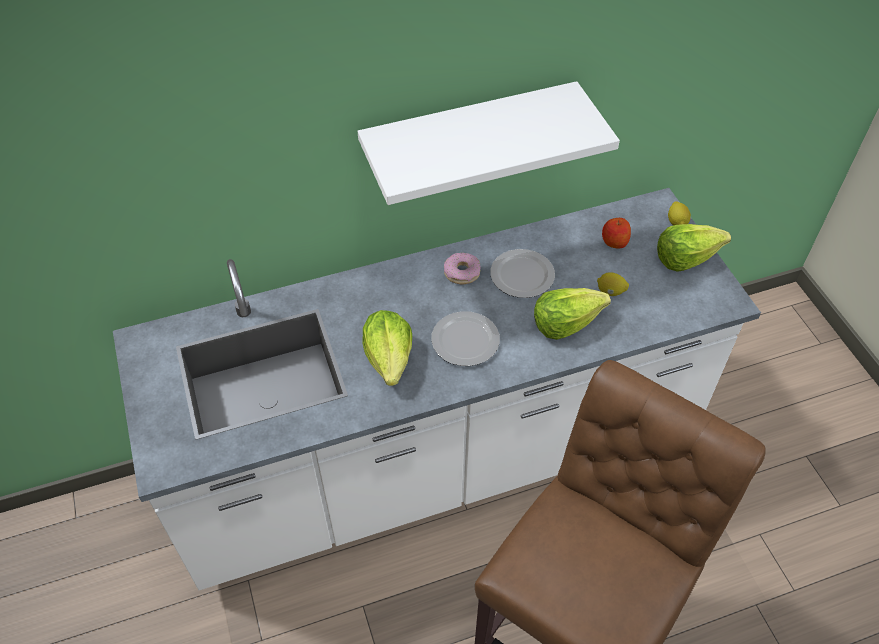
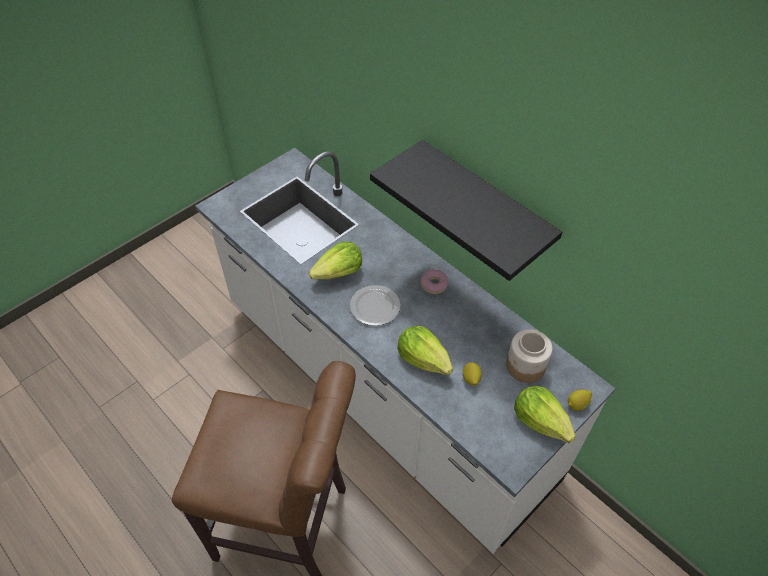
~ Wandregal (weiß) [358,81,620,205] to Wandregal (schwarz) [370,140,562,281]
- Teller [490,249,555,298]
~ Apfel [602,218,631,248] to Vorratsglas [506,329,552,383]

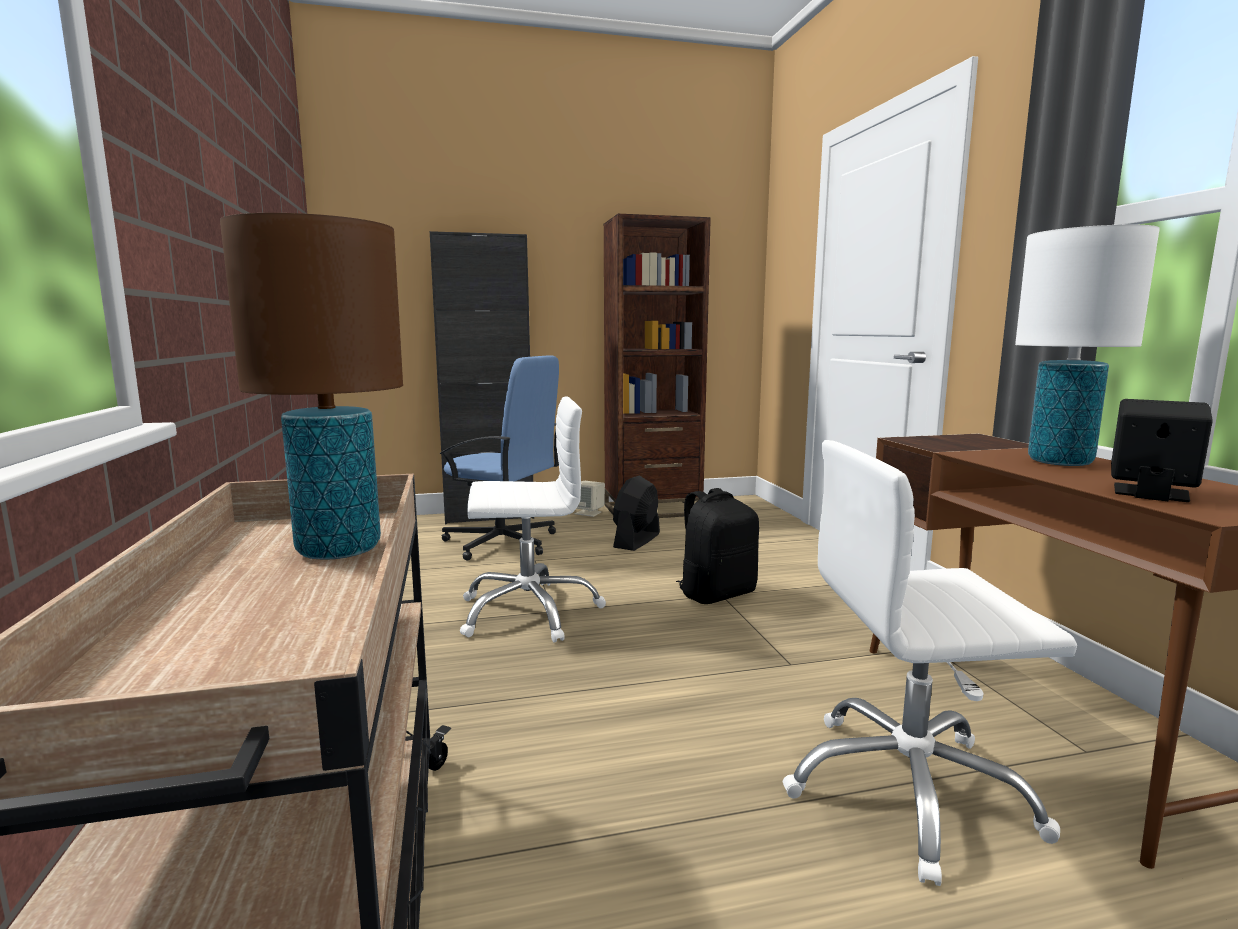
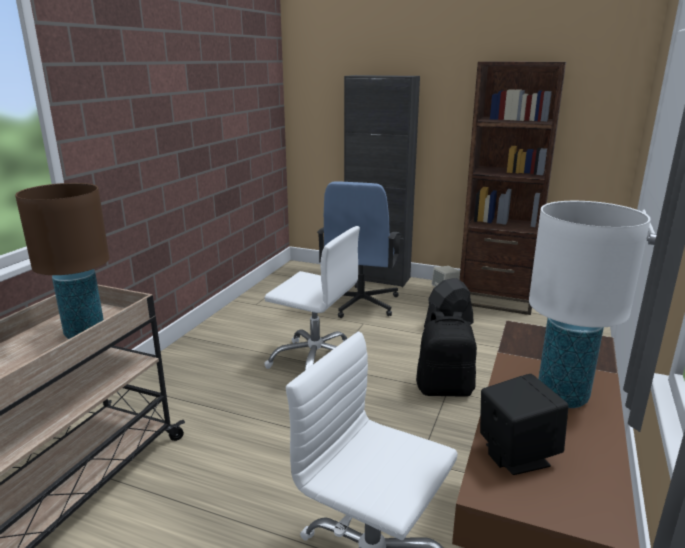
~ Bürostuhl (blau) [440,356,559,560] = [317,181,402,318] 45 degrees clockwise

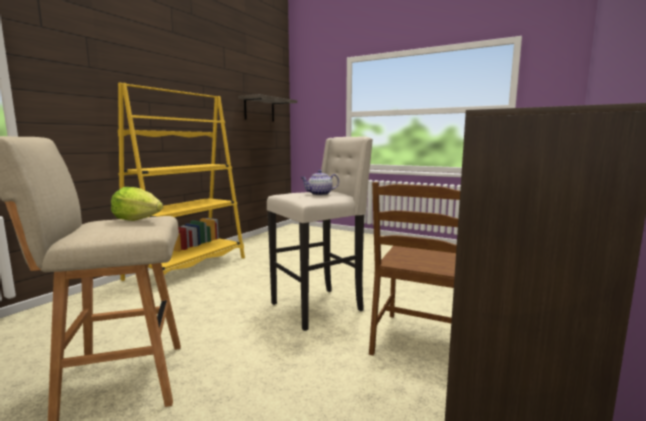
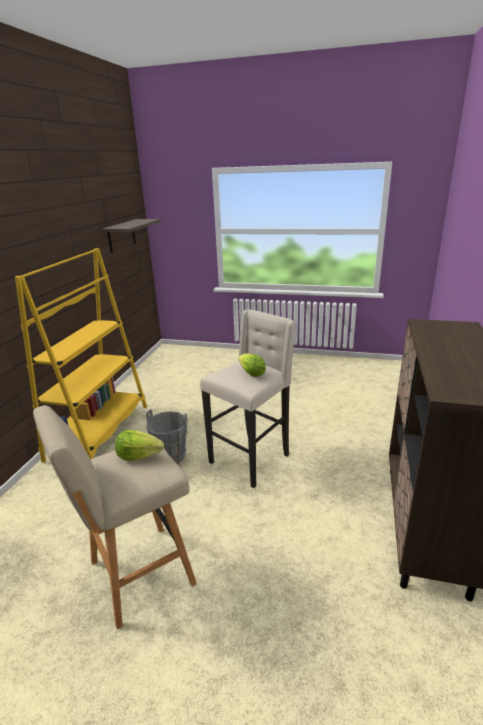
~ Teekanne [300,170,339,195] to Salatkopf [238,353,266,377]
- Stuhl (braun) [369,182,460,355]
+ Eimer (grau) [146,410,188,464]

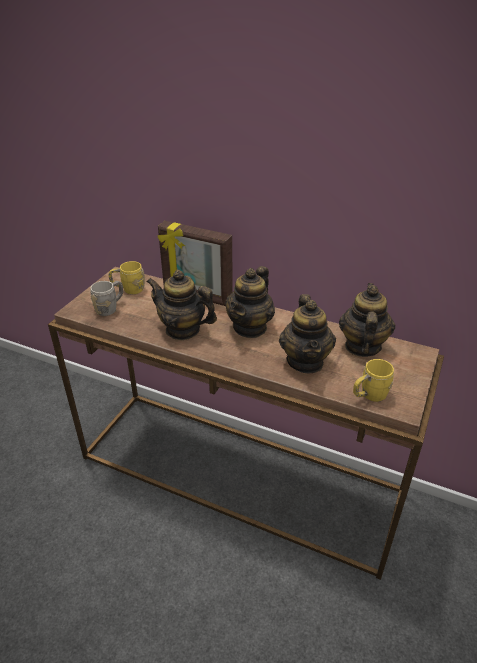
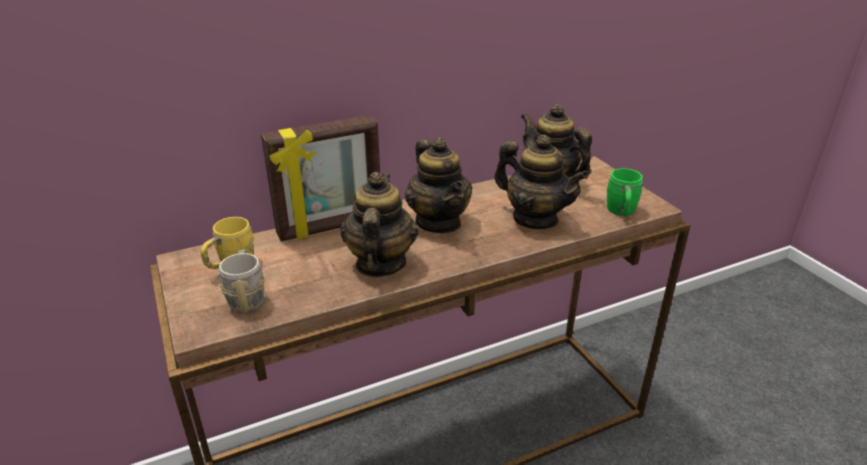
~ Teekanne [147,270,217,340] = [340,172,419,277] 120 degrees clockwise
~ Henkelbecher (gelb) [353,359,394,402] to Henkelbecher (grün) [606,168,643,216]

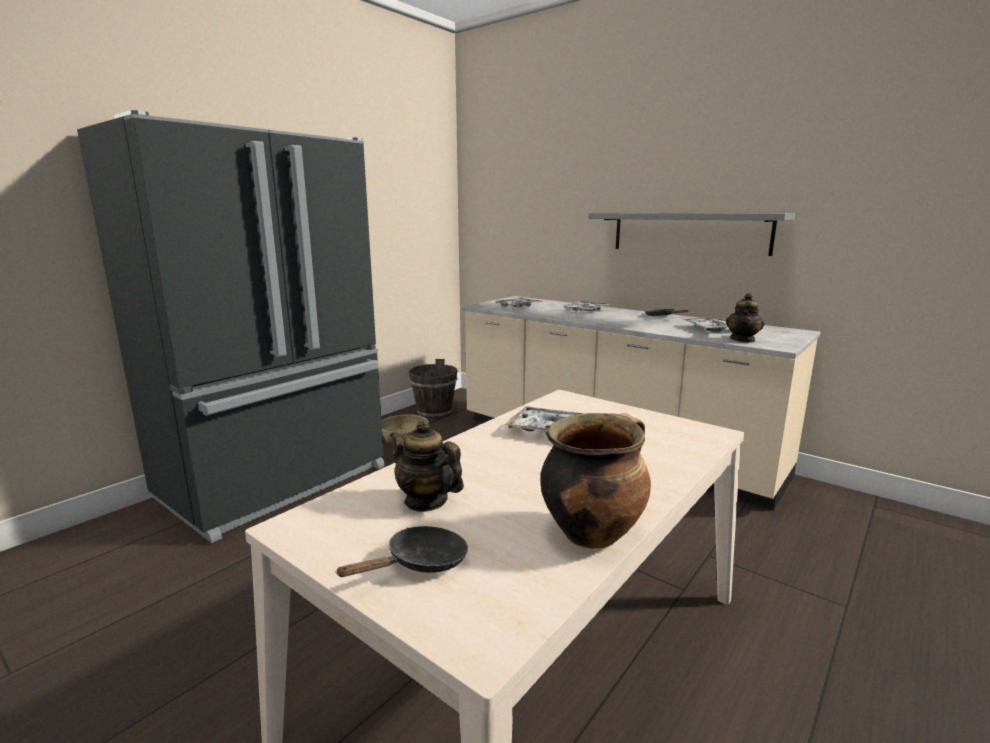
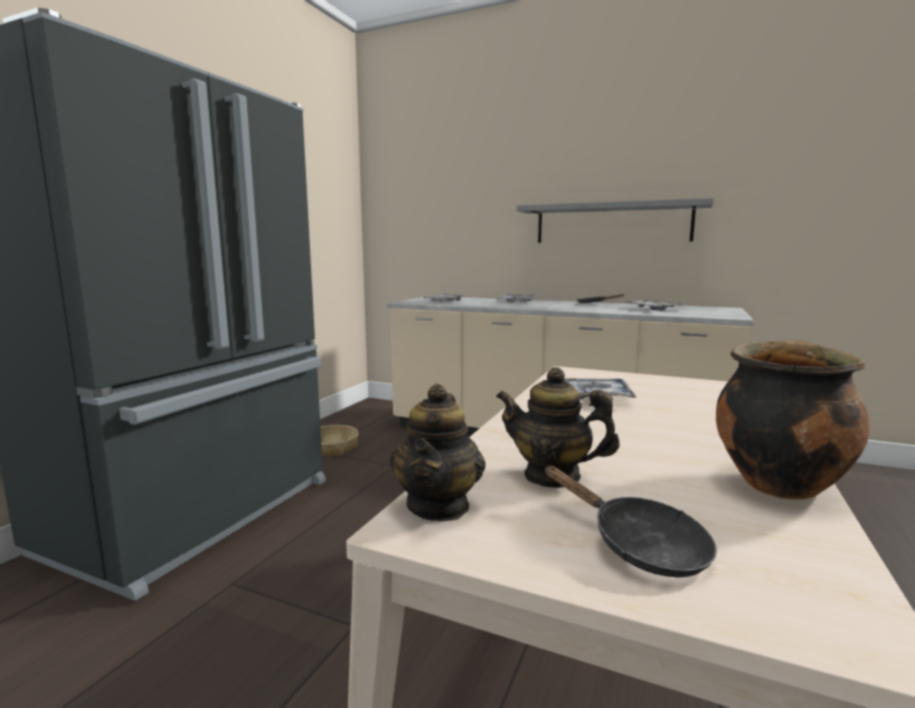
~ Pfanne (schwarz) [335,526,468,577] = [544,466,717,577] 105 degrees clockwise
- Eimer (braun) [409,359,458,419]
~ Teekanne [726,293,765,343] to [390,383,486,522]

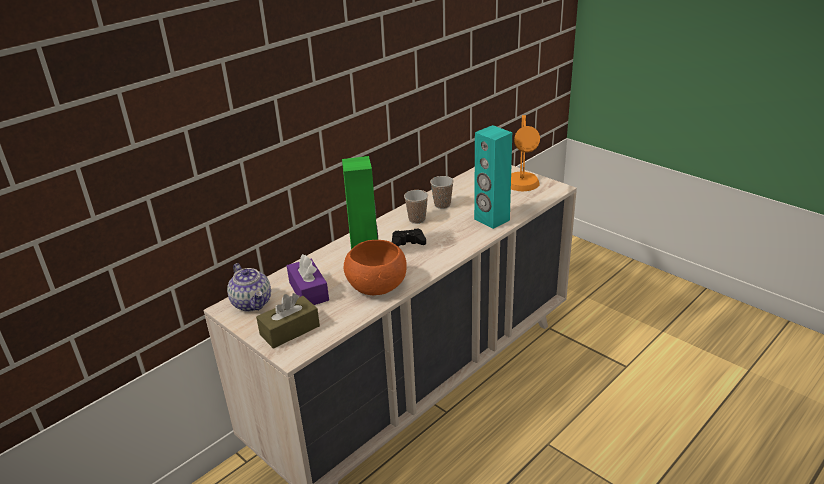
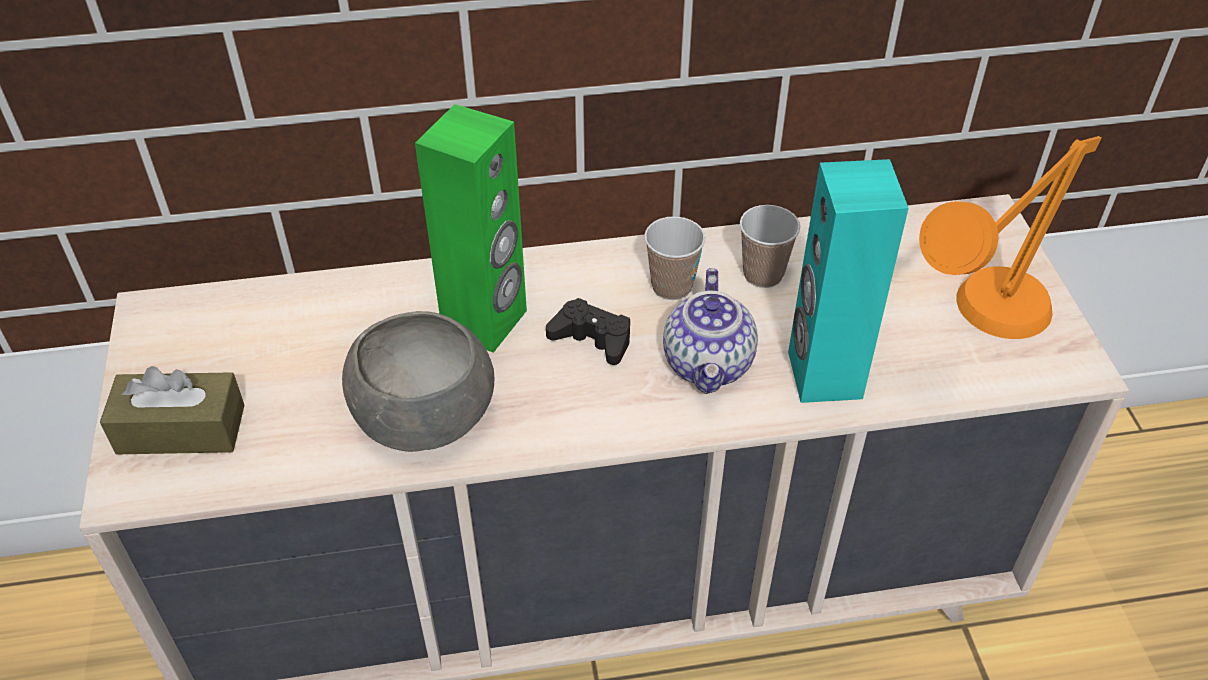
~ Teekanne [227,263,271,312] to [663,268,758,394]
- Taschentuchbox (lila) [287,254,329,305]
~ Schüssel (orange) [344,240,407,295] to Schüssel (grau) [342,311,494,452]

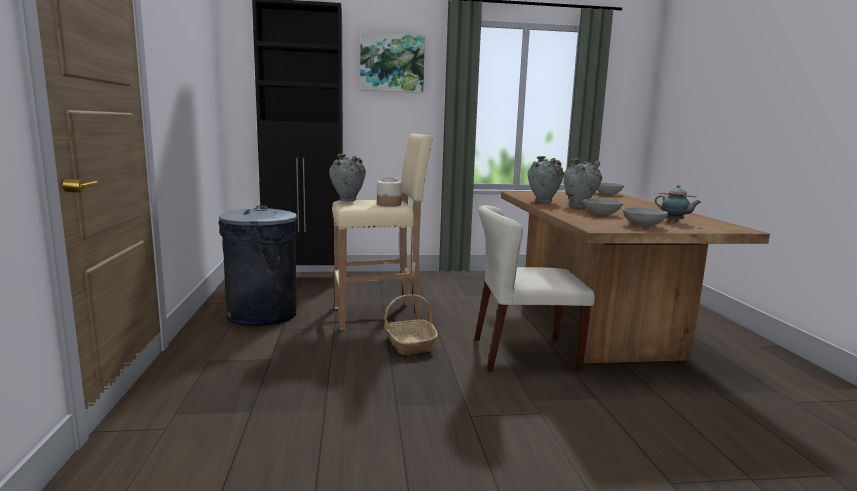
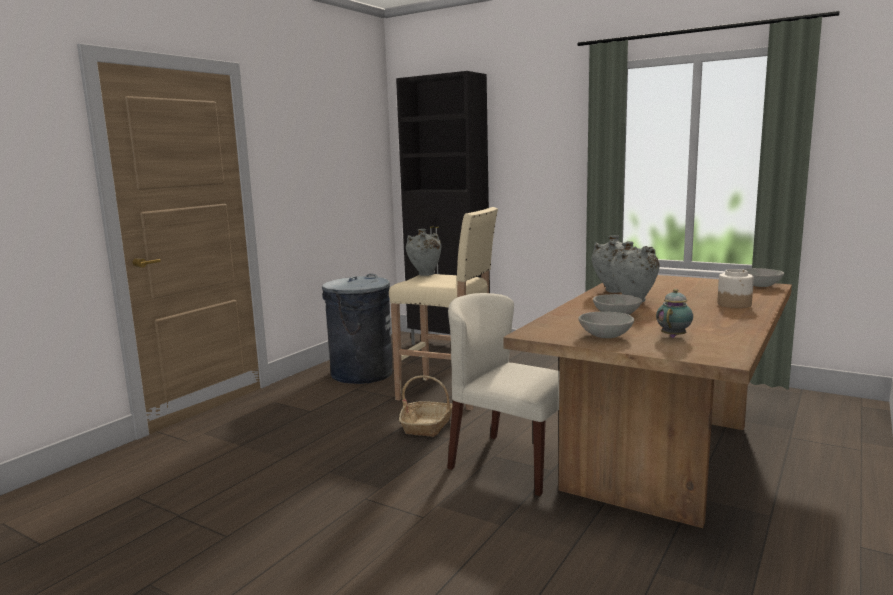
- Bild [360,32,425,93]
~ Vorratsglas [377,177,402,207] to [717,269,754,308]
~ Teekanne [655,185,702,222] = [656,289,693,338] 135 degrees counterclockwise

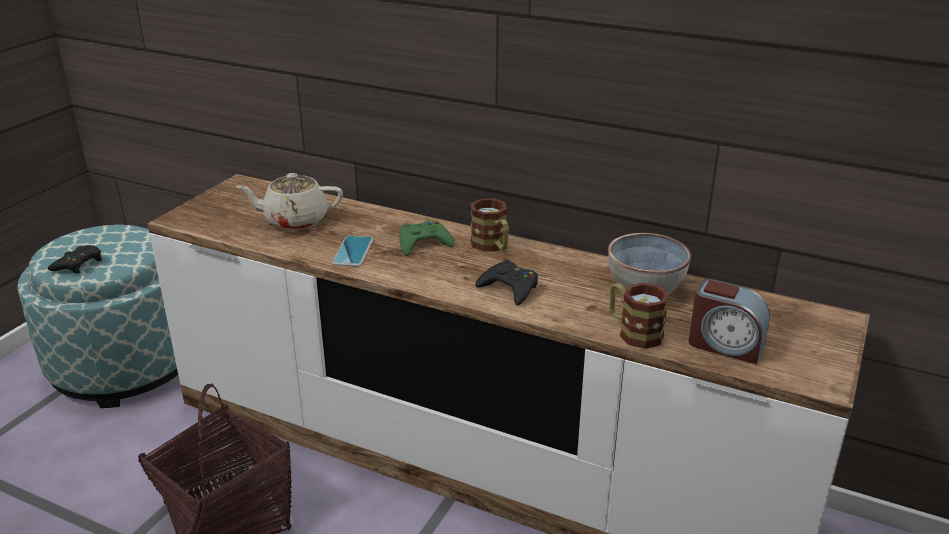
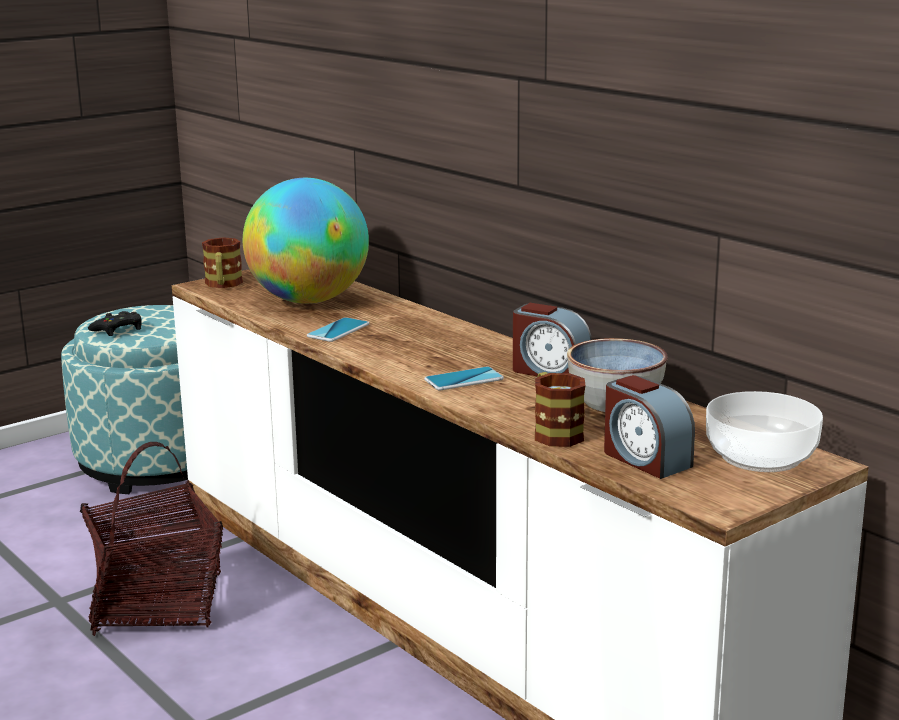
~ Teekanne (beige) [236,173,343,230] to Globus [243,178,369,304]
- Gamepad (grün) [399,220,454,256]
~ Henkelbecher [471,198,509,252] to [202,237,243,288]
~ Gamepad (schwarz) [475,259,538,305] to Handy [424,367,504,391]
+ Wecker [513,303,592,377]
+ Schüssel [706,391,823,472]

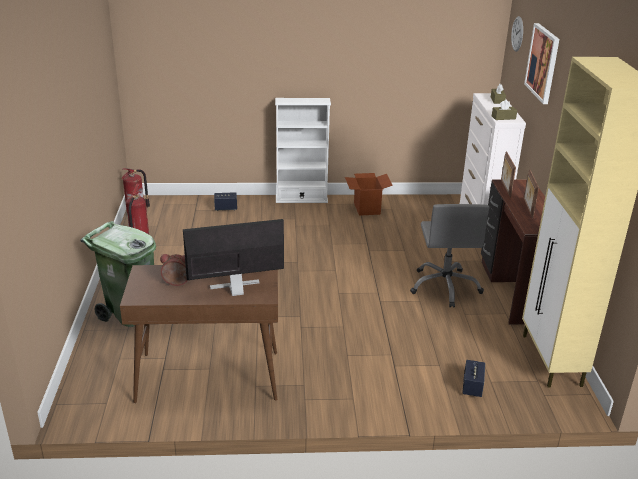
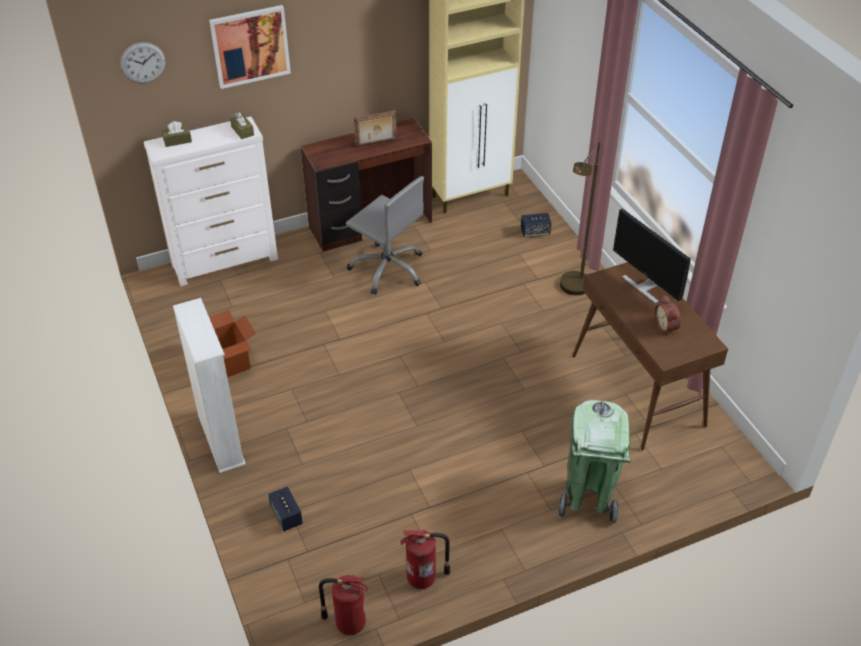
~ Bürostuhl (grau) [410,204,489,307] = [346,176,424,295] 60 degrees clockwise
- Bilderrahmen [501,151,516,198]
+ Stehlampe (braun) [560,141,600,295]

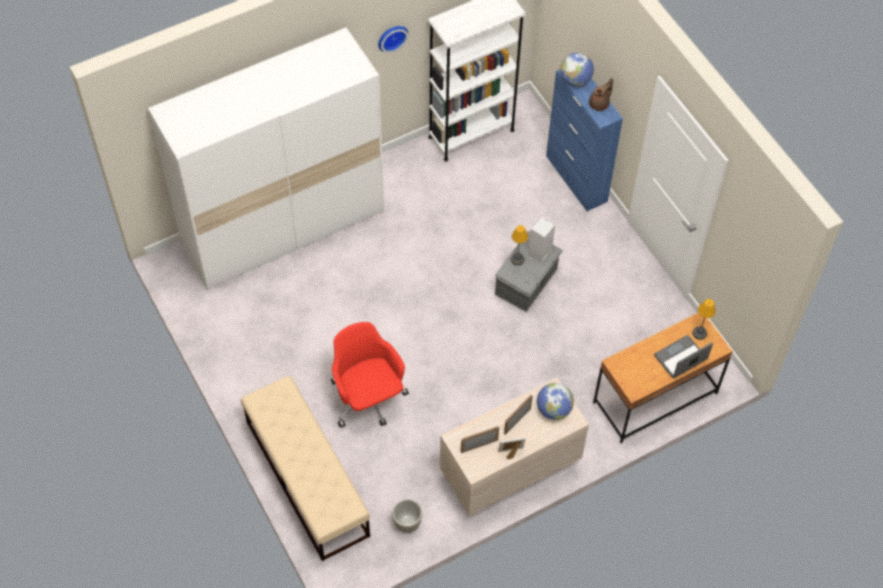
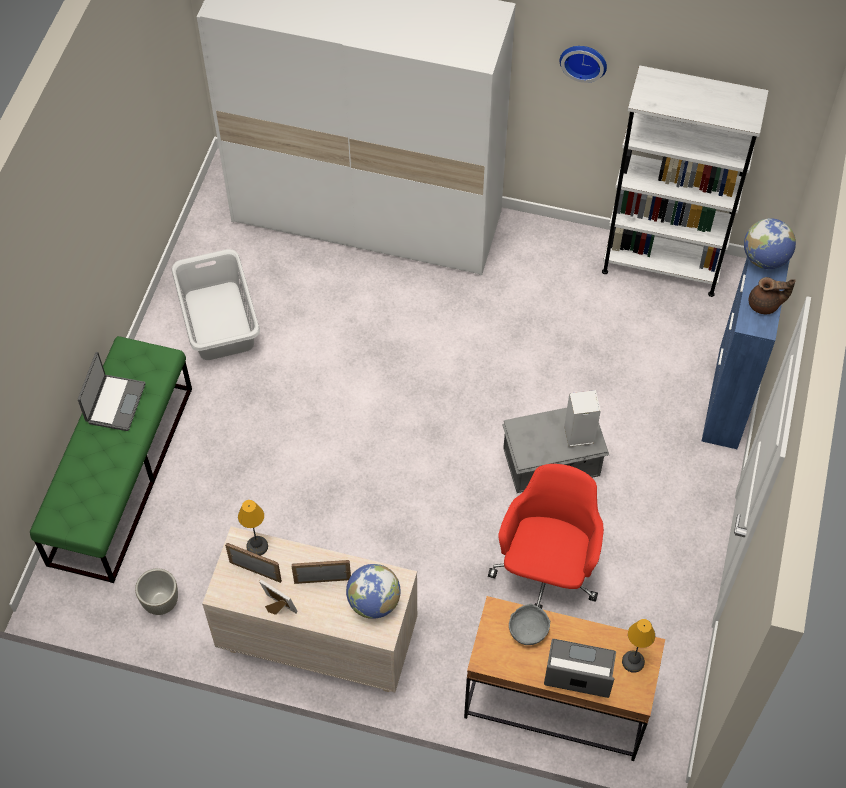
~ Bank (beige) [241,376,370,561] to Bank (grün) [30,336,192,583]
~ Bürostuhl (rot) [331,322,409,428] to [488,464,604,609]
~ Tischlampe [511,225,528,266] to [238,500,268,556]
+ Laptop [78,352,146,431]
+ Wäschekorb (grau) [172,249,260,360]
+ Schüssel (grau) [509,603,550,645]

